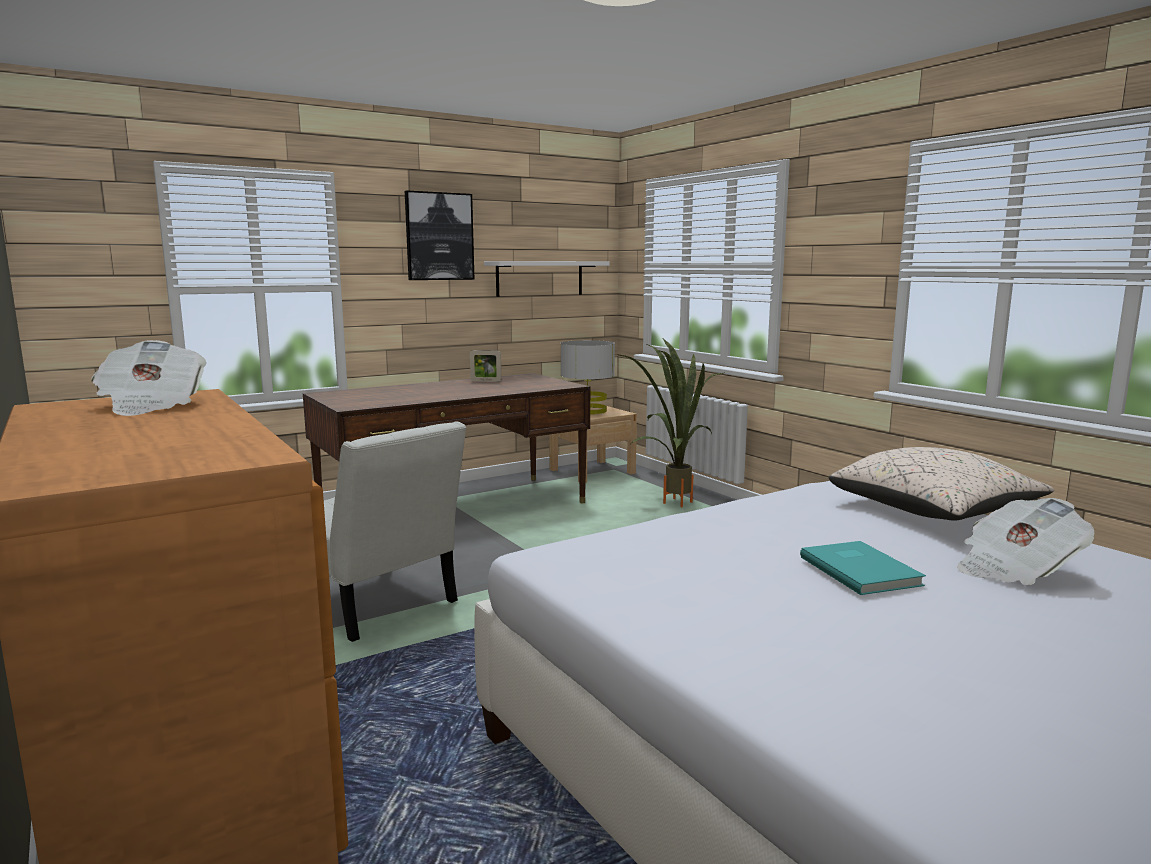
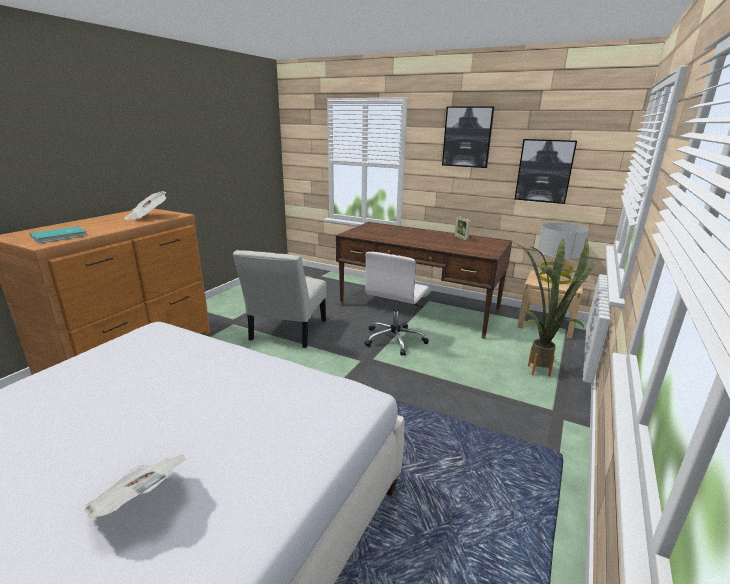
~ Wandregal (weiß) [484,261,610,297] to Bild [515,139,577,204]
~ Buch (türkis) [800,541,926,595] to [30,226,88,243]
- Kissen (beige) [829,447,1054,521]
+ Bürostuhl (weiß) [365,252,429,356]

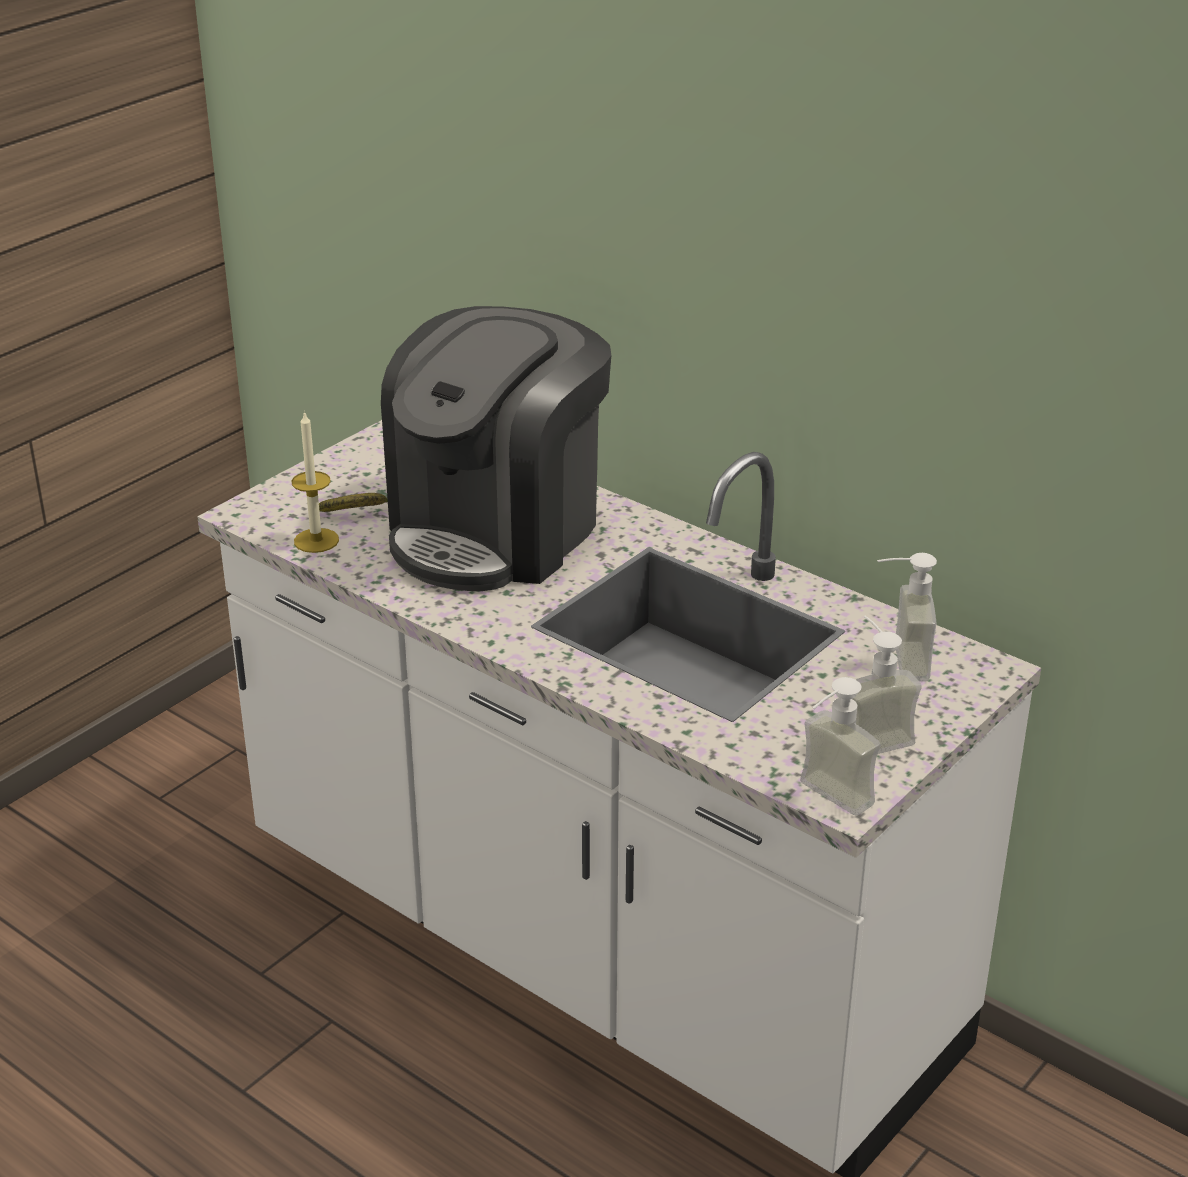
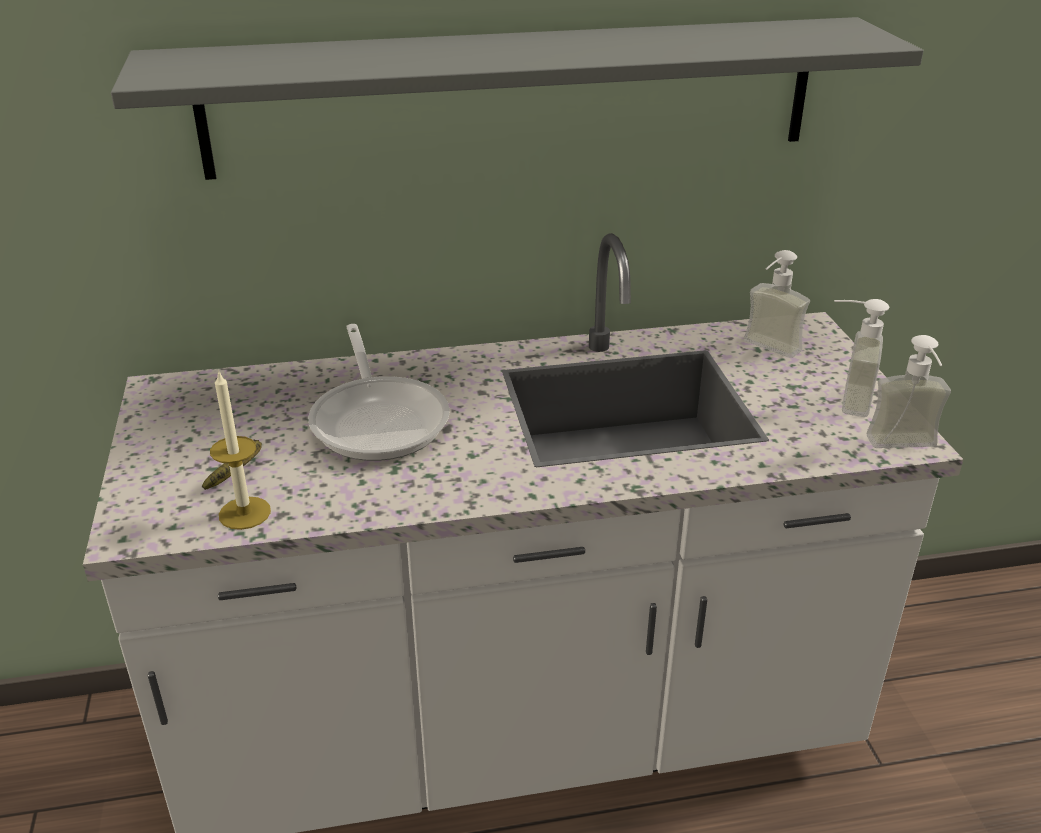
~ Kaffeemaschine [381,306,611,591] to Pfanne [308,324,450,461]
+ Wandregal (grau) [111,17,924,180]

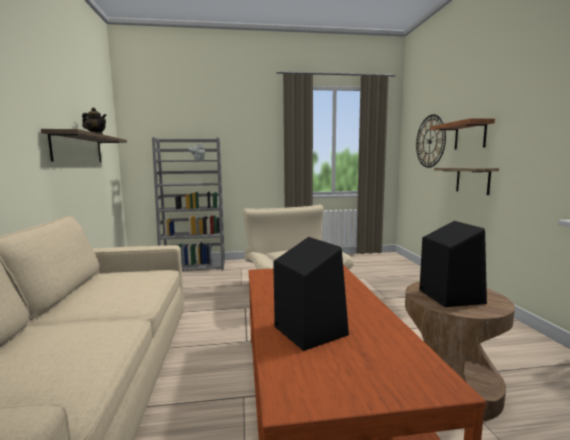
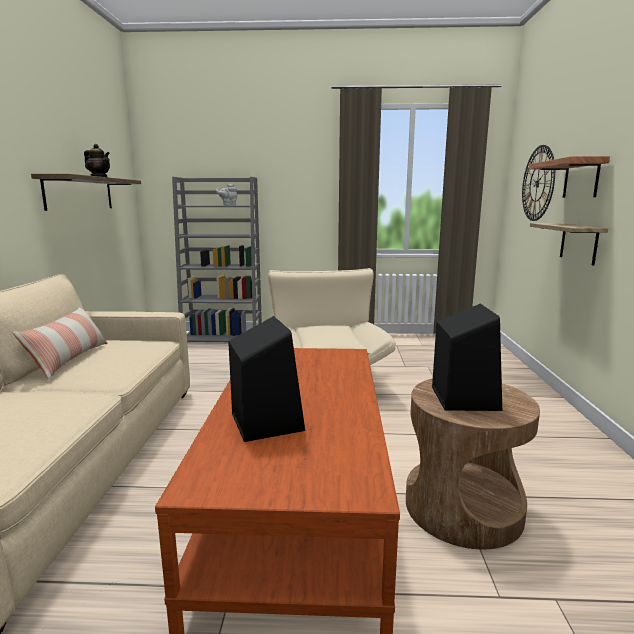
+ Kissen [12,306,108,380]

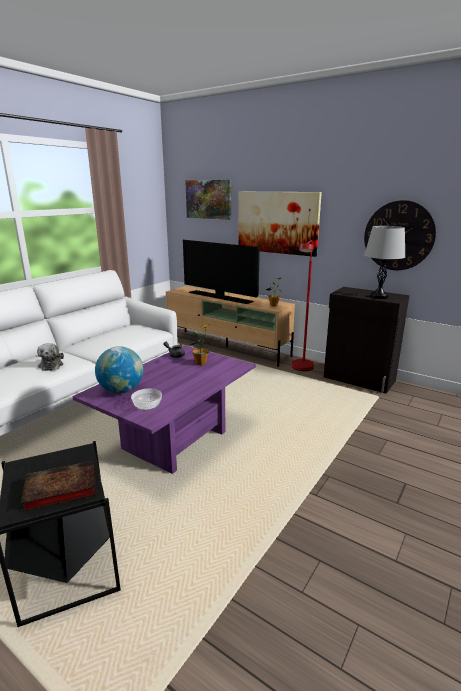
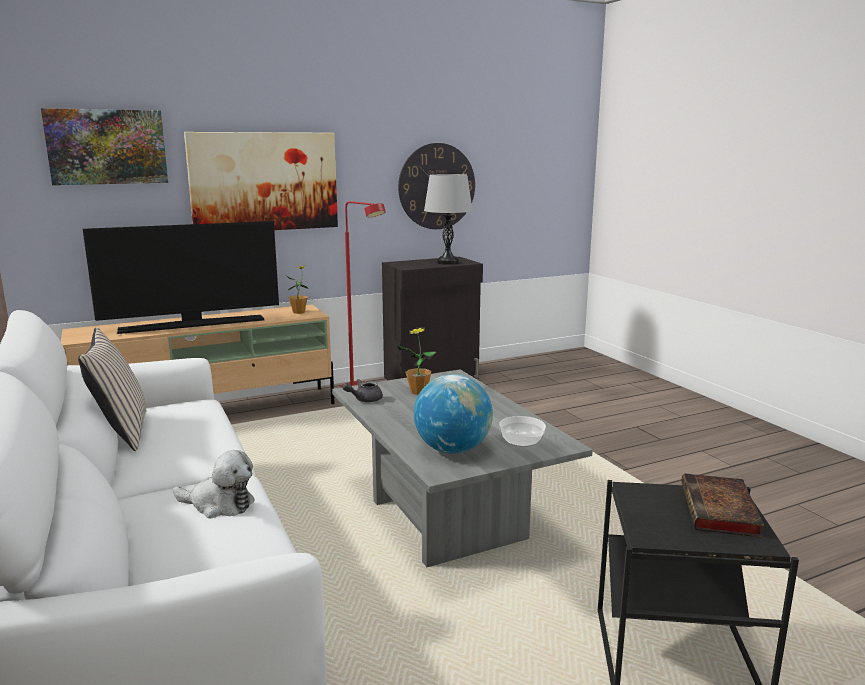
~ Couchtisch (lila) [73,345,256,474] to Couchtisch (grau) [332,369,593,567]
+ Kissen (beige) [78,327,147,451]

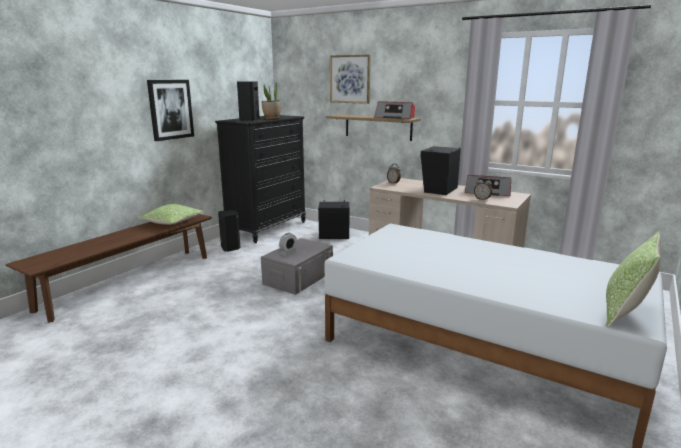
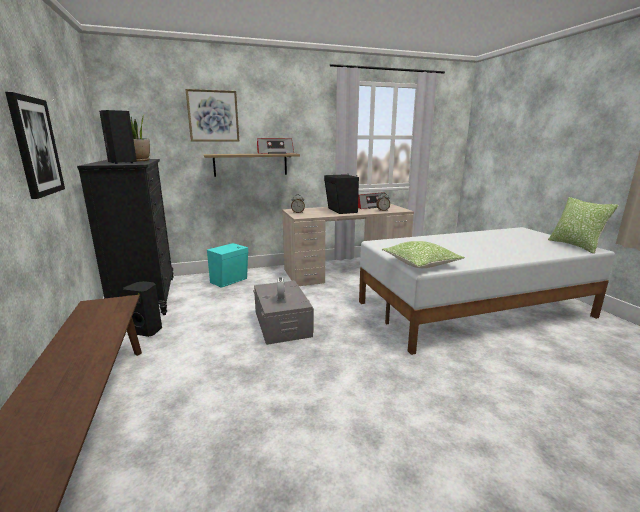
~ Kissen [138,204,204,225] to [382,241,465,268]
~ Lautsprecher (schwarz) [318,200,350,239] to Lautsprecher (türkis) [207,243,248,288]

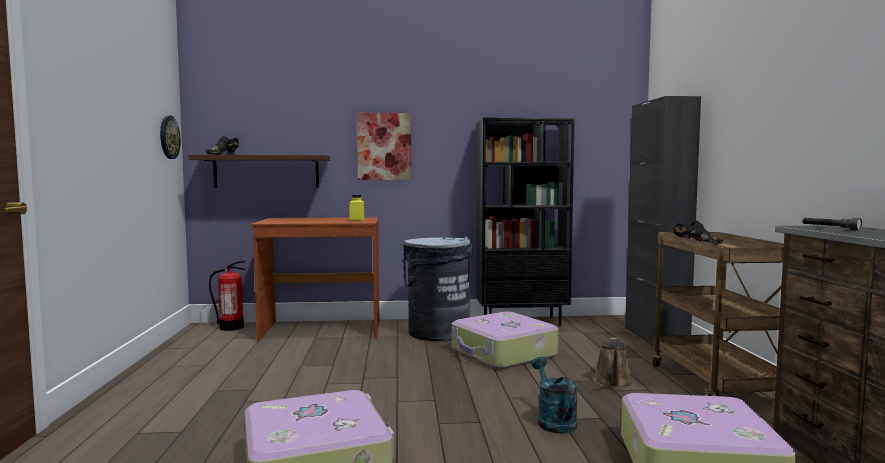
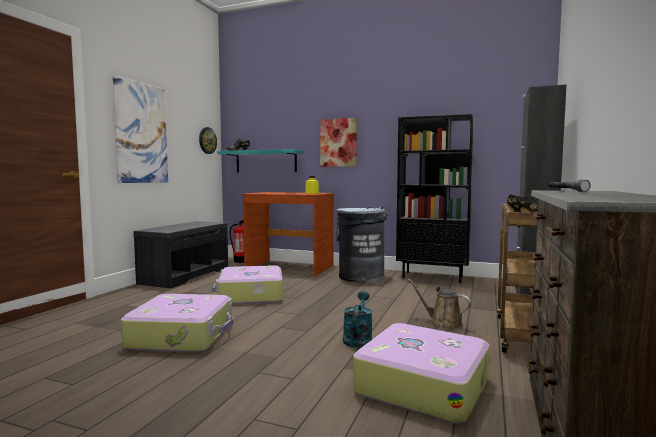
~ Wandregal (braun) [188,155,330,188] to Wandregal (türkis) [217,149,304,172]
~ Koffer [452,312,559,369] to [212,265,283,304]
~ Gießkanne (braun) [594,338,633,388] = [408,279,471,330] 90 degrees clockwise
+ Bild [113,75,168,183]
+ Bank (grau) [133,221,228,288]

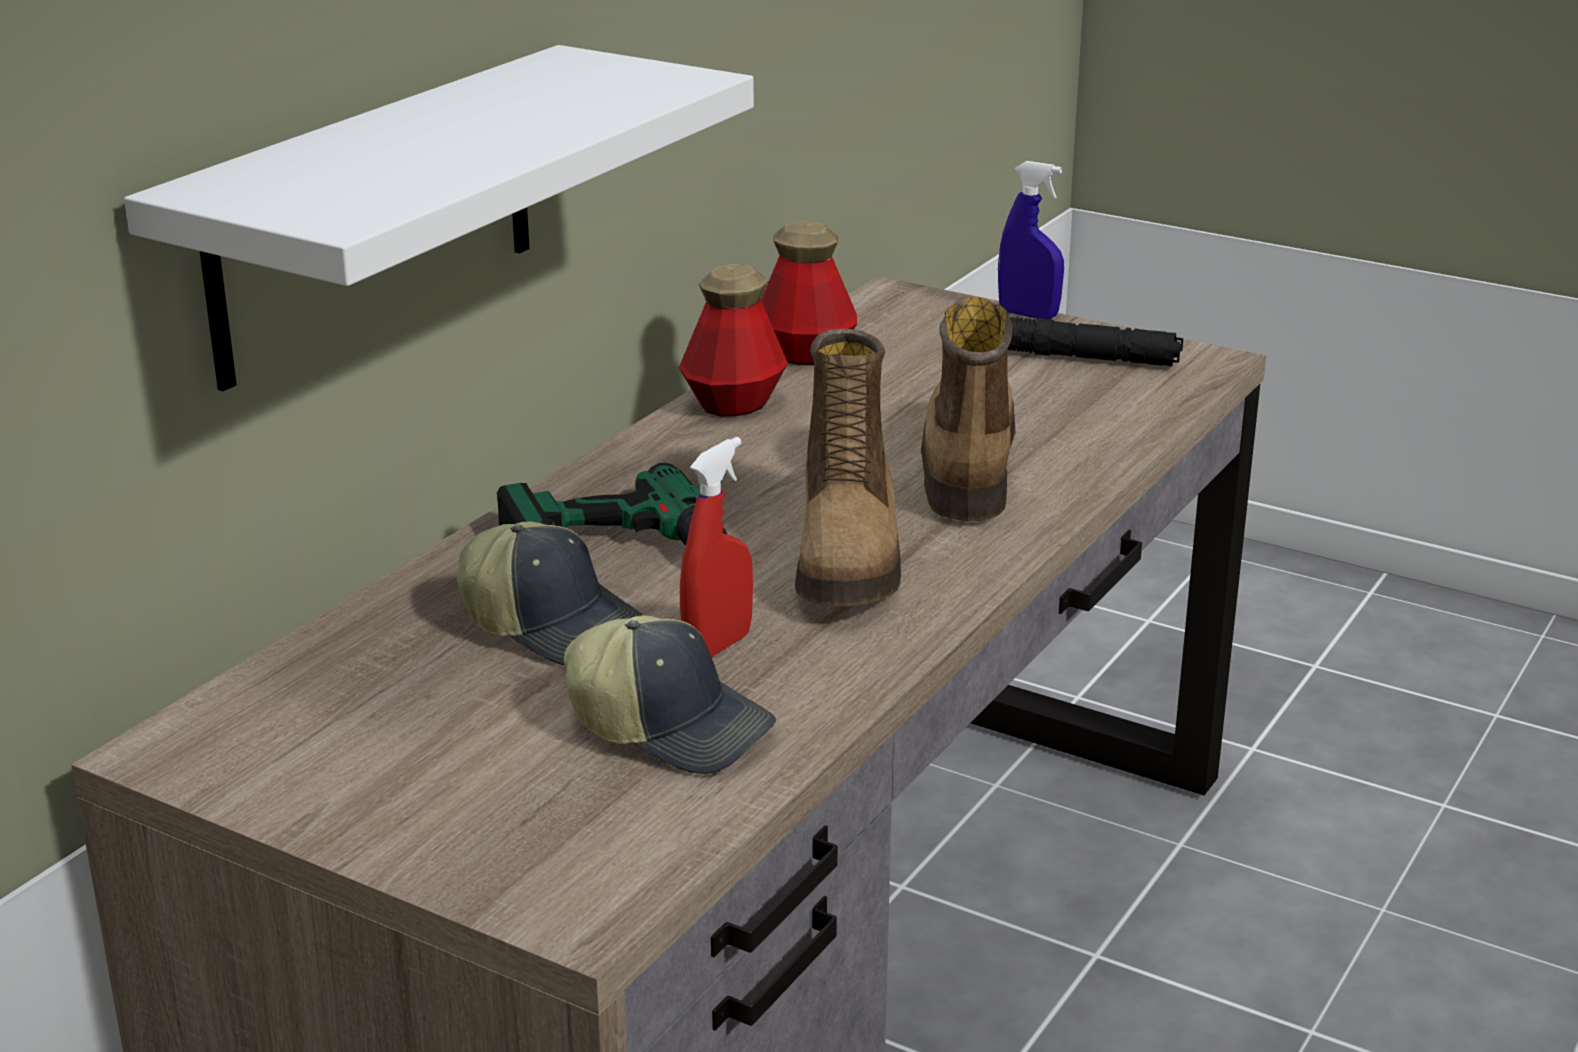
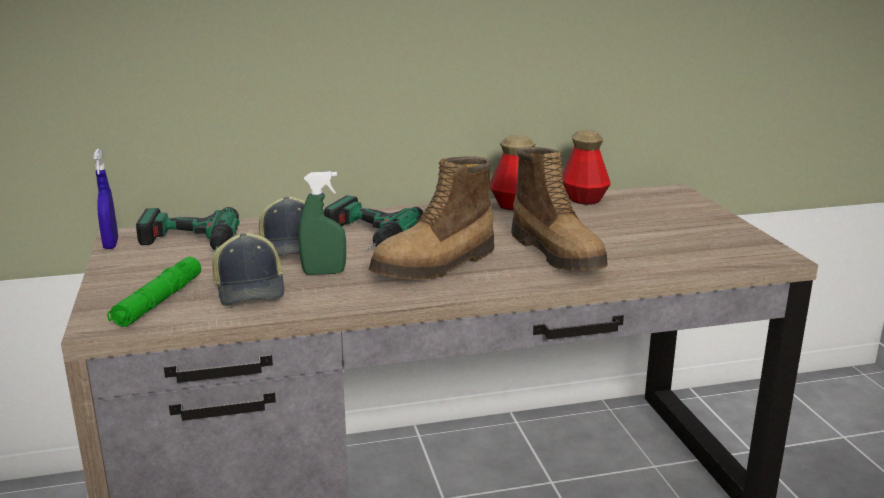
- Wandregal (weiß) [124,45,754,391]
~ Sprühflasche (rot) [680,437,753,657] to Sprühflasche (grün) [298,171,346,275]
~ Stiefel [921,297,1015,522] = [511,147,608,271] 105 degrees clockwise
~ Sprühflasche (blau) [998,161,1064,319] to [93,149,118,249]
- Taschenlampe (schwarz) [1008,317,1183,367]
+ Taschenlampe (grün) [107,257,201,327]
+ Bohrmaschine [136,207,240,255]

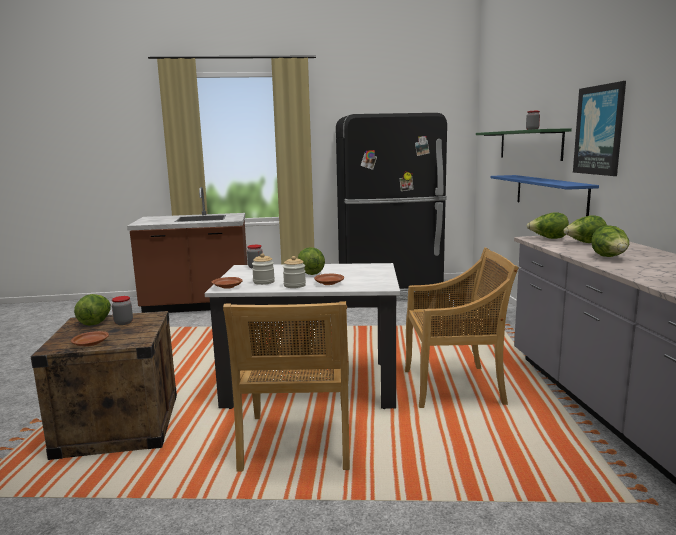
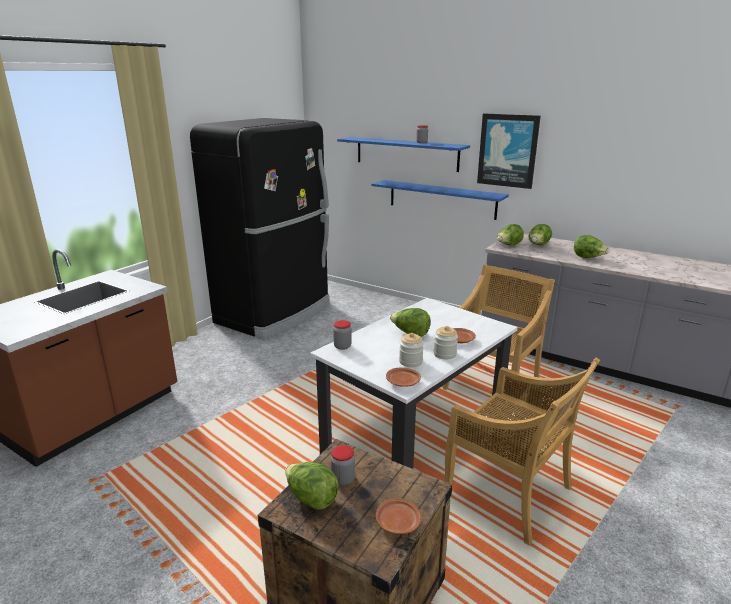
~ Wandregal (grün) [476,128,572,161] to Wandregal (blau) [337,137,470,172]

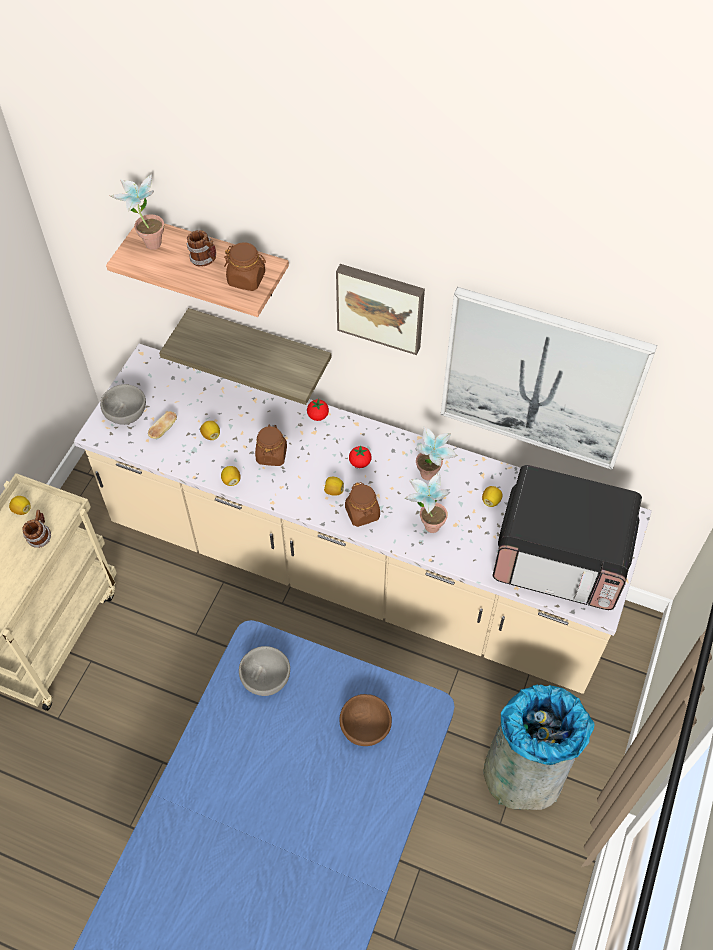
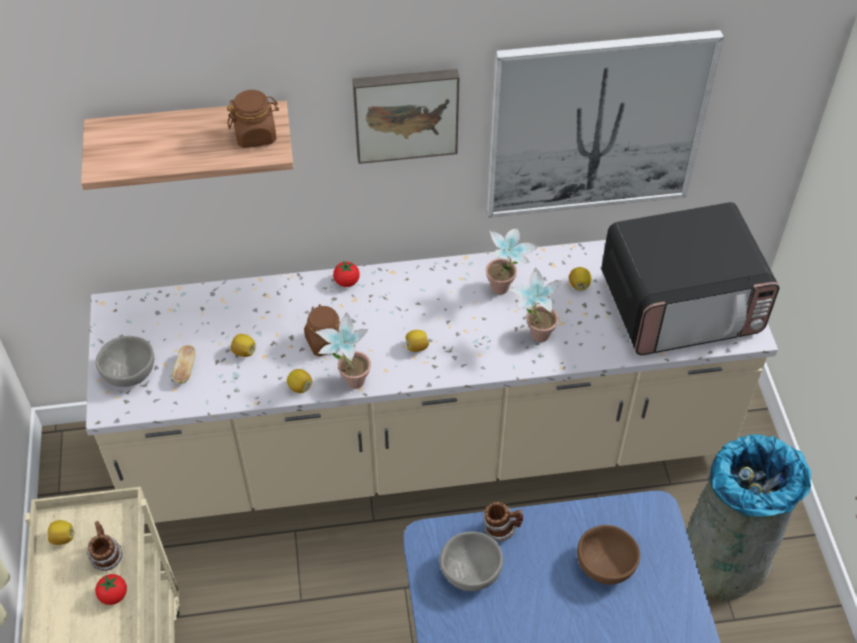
~ Topfpflanze [109,174,164,250] to [316,312,371,389]
- Wandregal [159,308,331,405]
~ Henkelbecher [187,230,216,267] to [483,502,523,541]
- Vorratsglas (braun) [345,482,380,527]
~ Tomate [349,445,371,468] to [95,574,127,605]

